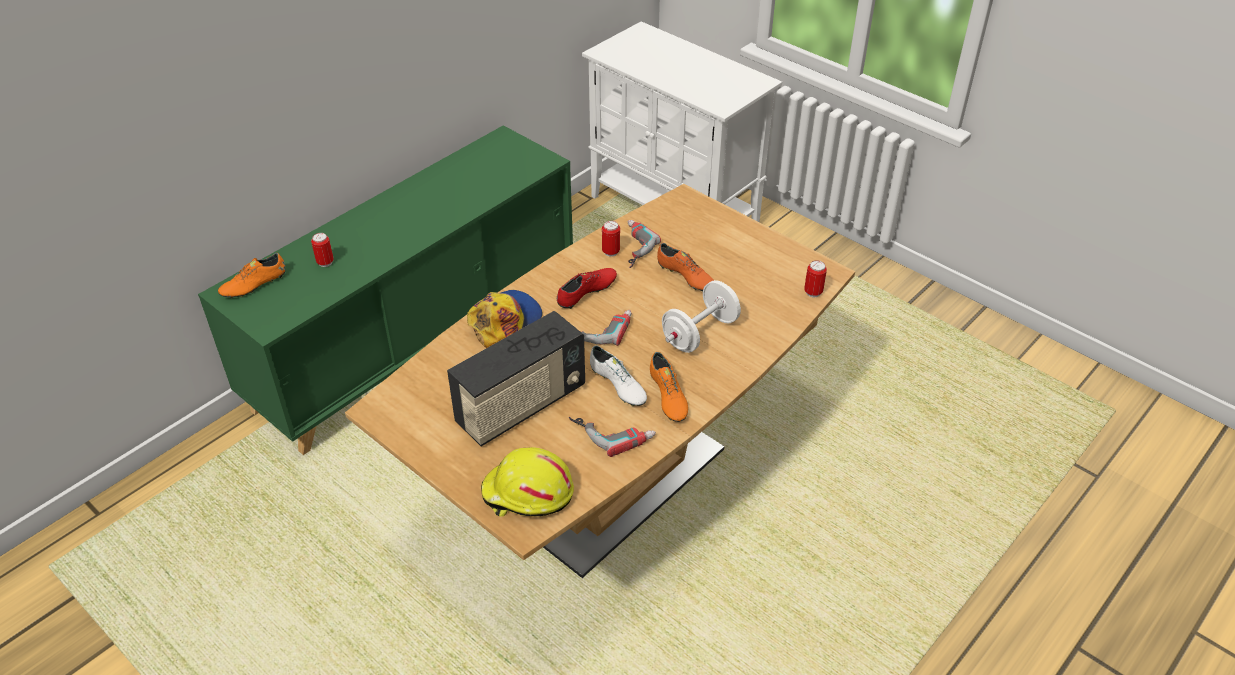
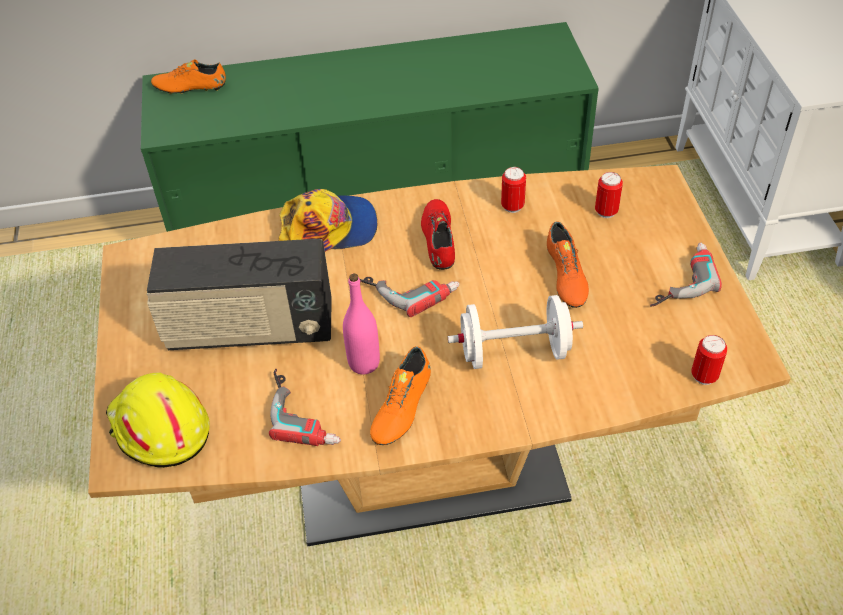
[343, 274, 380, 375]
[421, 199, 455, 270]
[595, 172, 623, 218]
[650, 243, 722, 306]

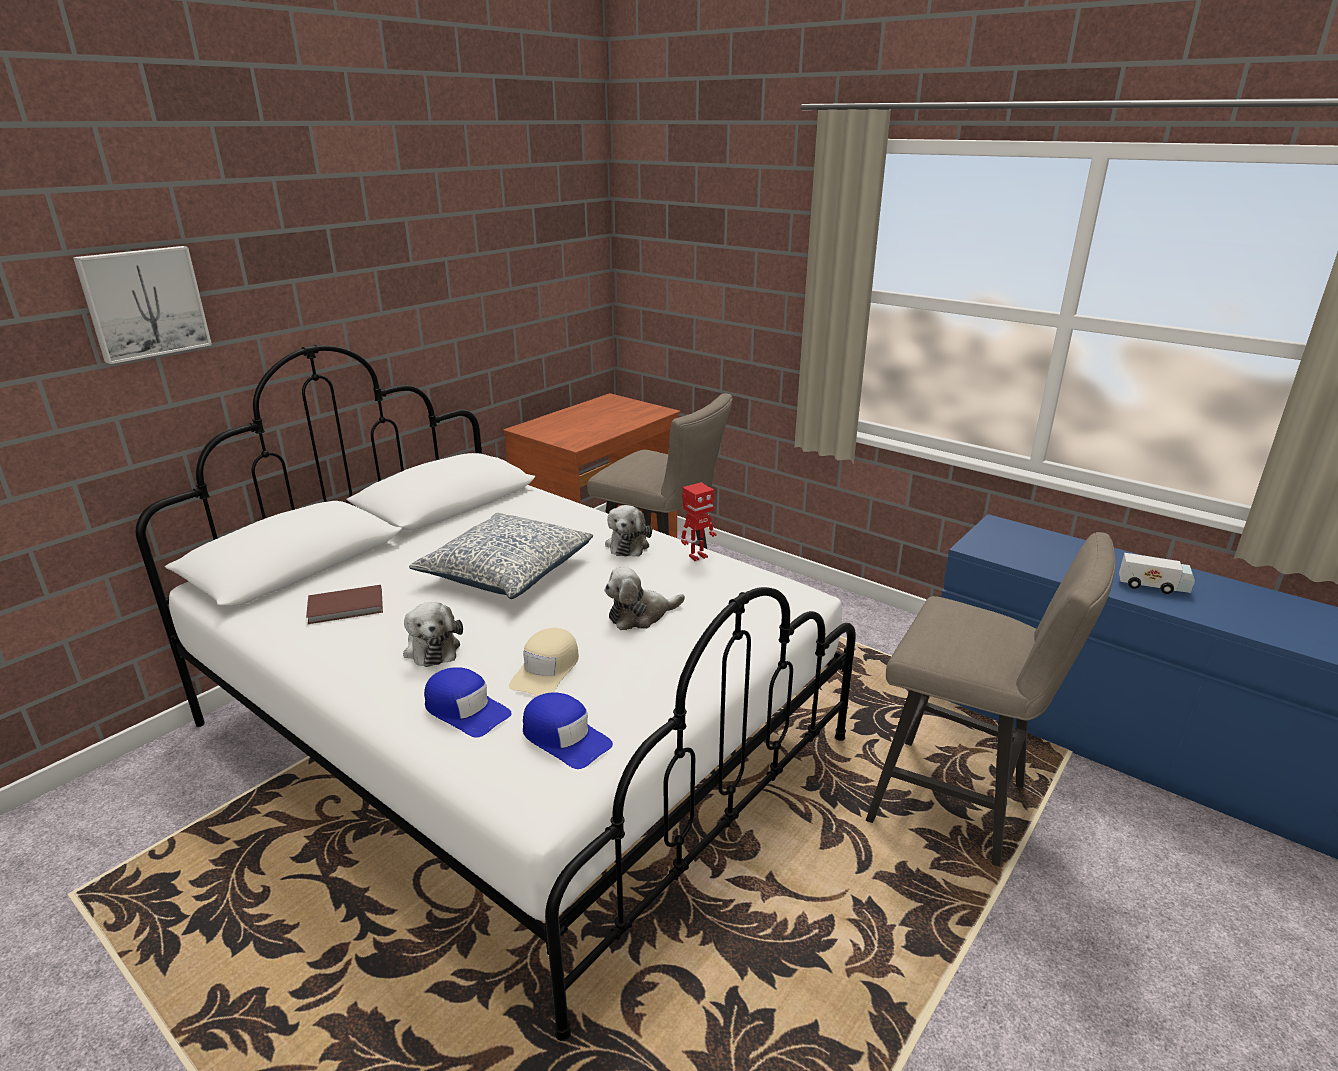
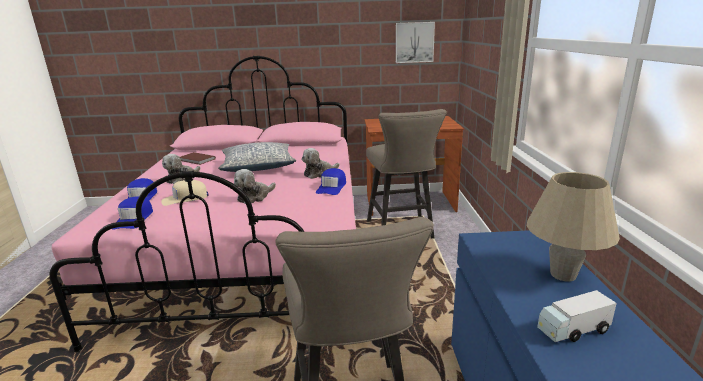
[49, 56, 356, 352]
[234, 169, 276, 204]
[316, 168, 346, 195]
[396, 22, 435, 63]
[527, 172, 620, 282]
[537, 290, 617, 342]

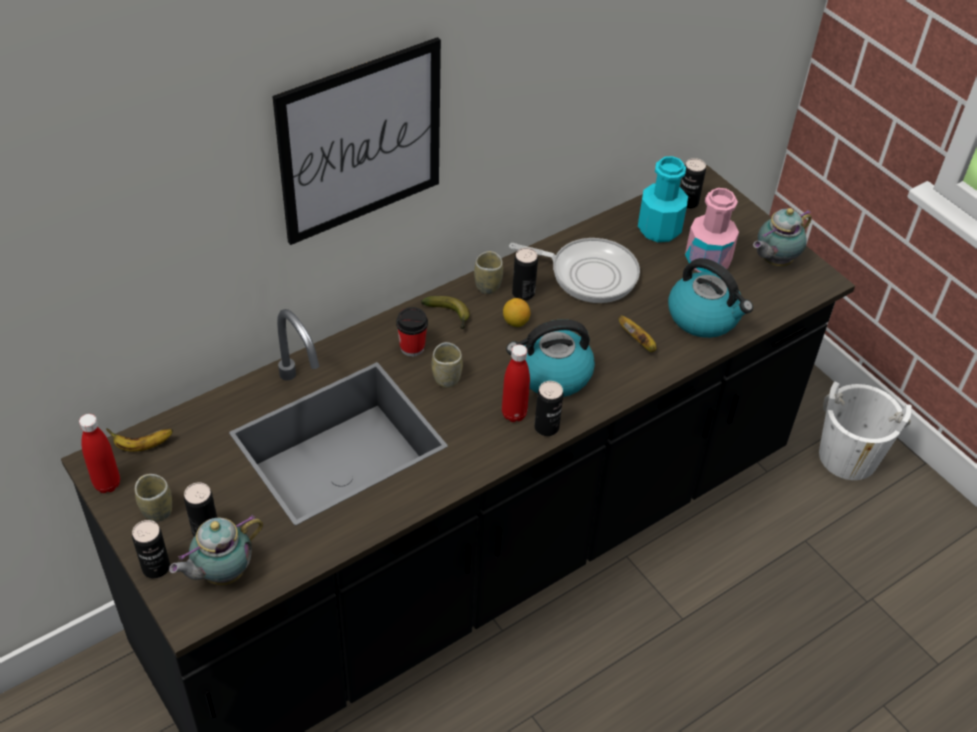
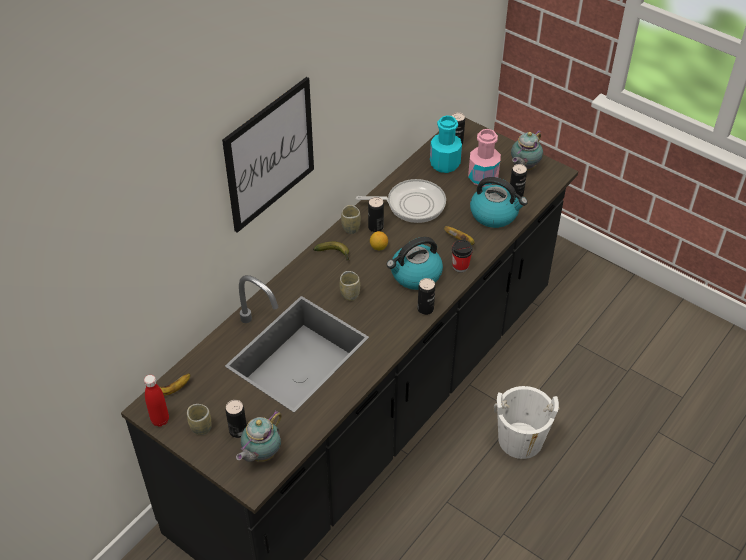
[452, 240, 473, 273]
[494, 386, 560, 459]
[510, 164, 527, 197]
[502, 345, 530, 422] (first image)

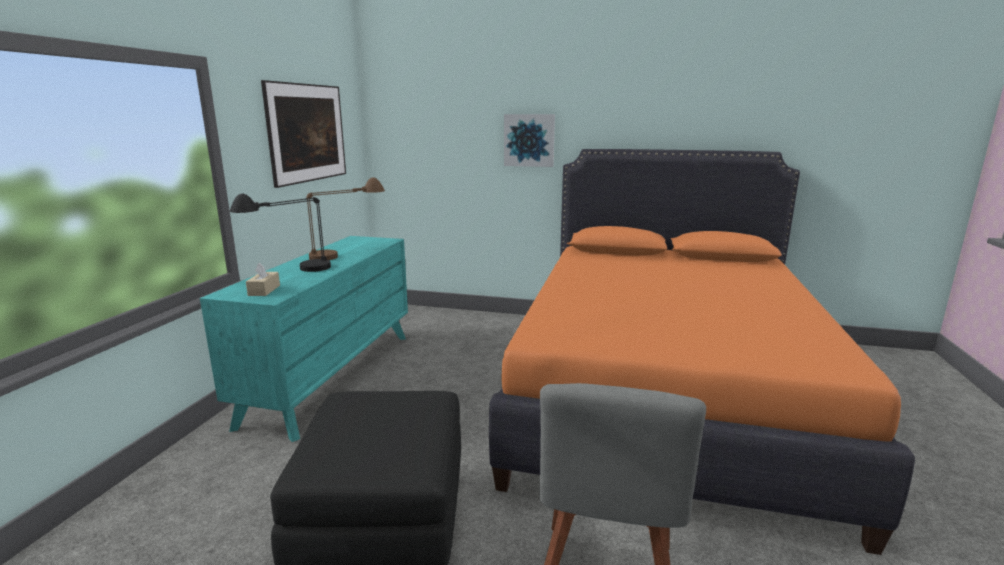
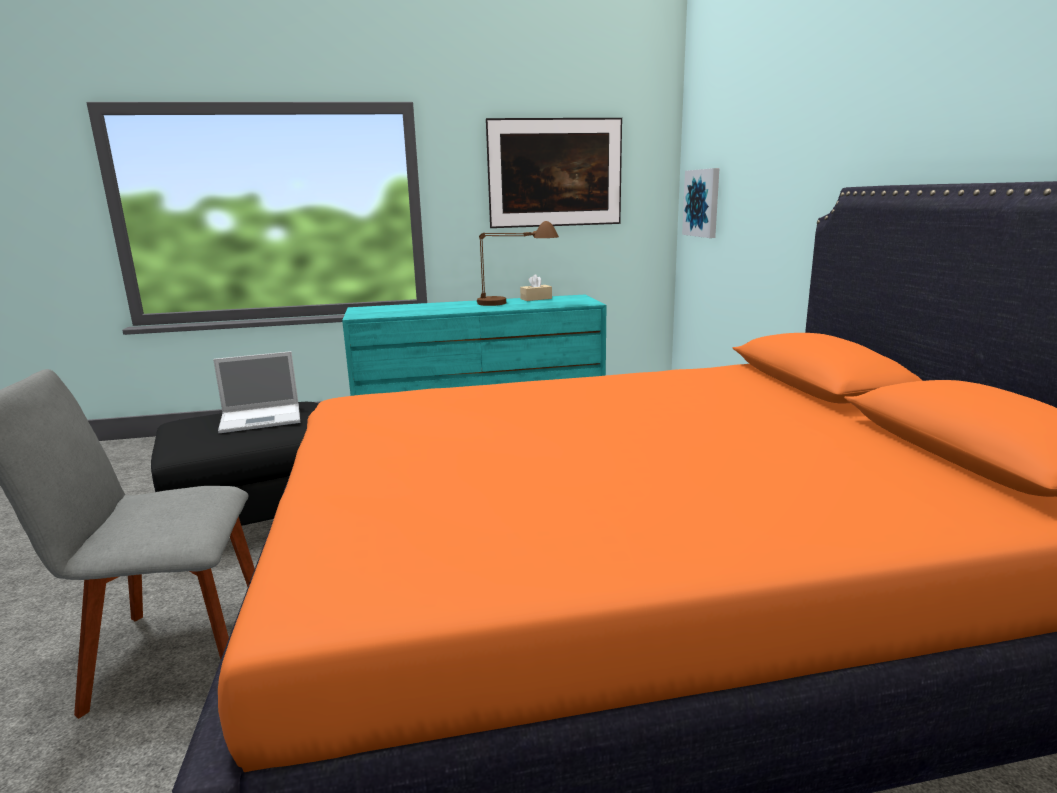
[213, 351, 300, 433]
[520, 274, 552, 301]
[682, 168, 719, 238]
[230, 194, 331, 272] (first image)

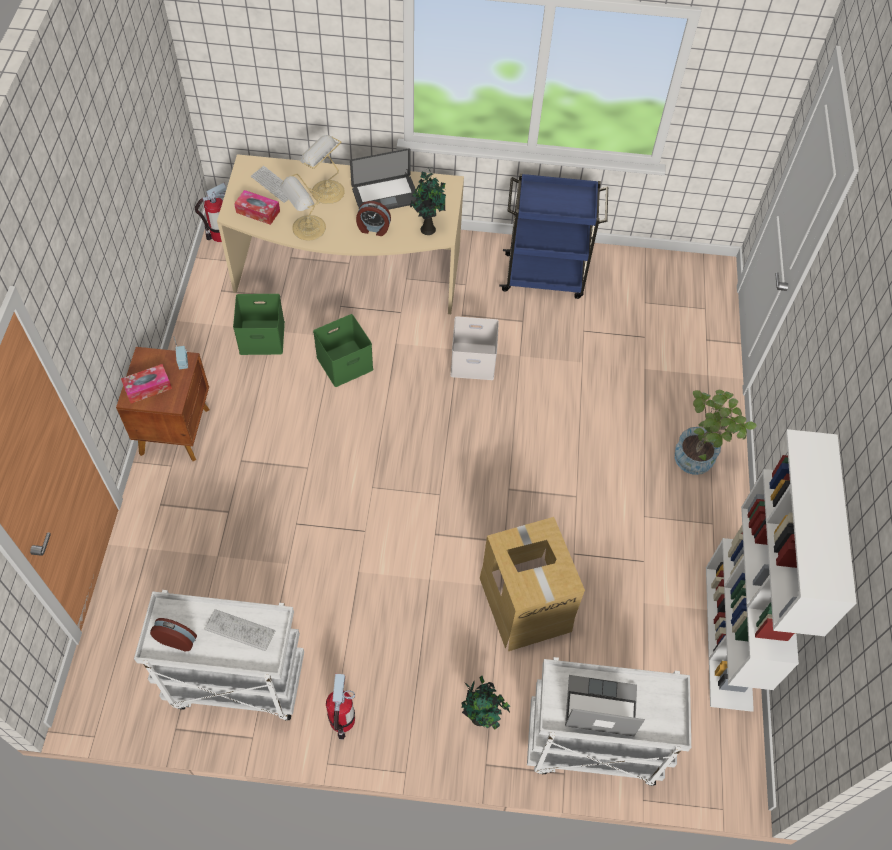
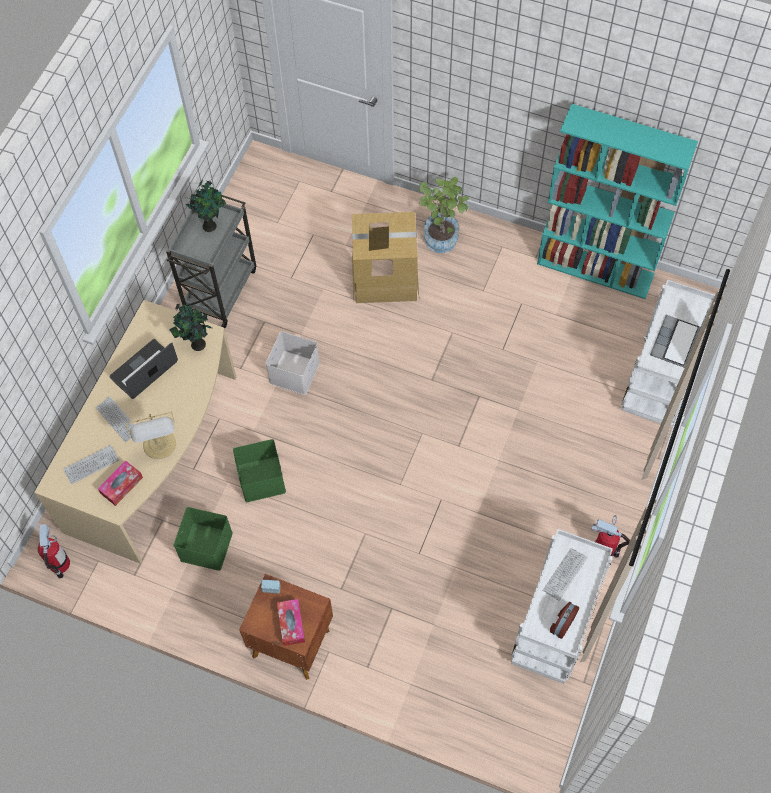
[96, 396, 134, 443]
[109, 339, 178, 399]
[166, 195, 256, 328]
[184, 180, 226, 232]
[352, 212, 419, 303]
[537, 104, 698, 299]
[356, 201, 391, 236] (first image)

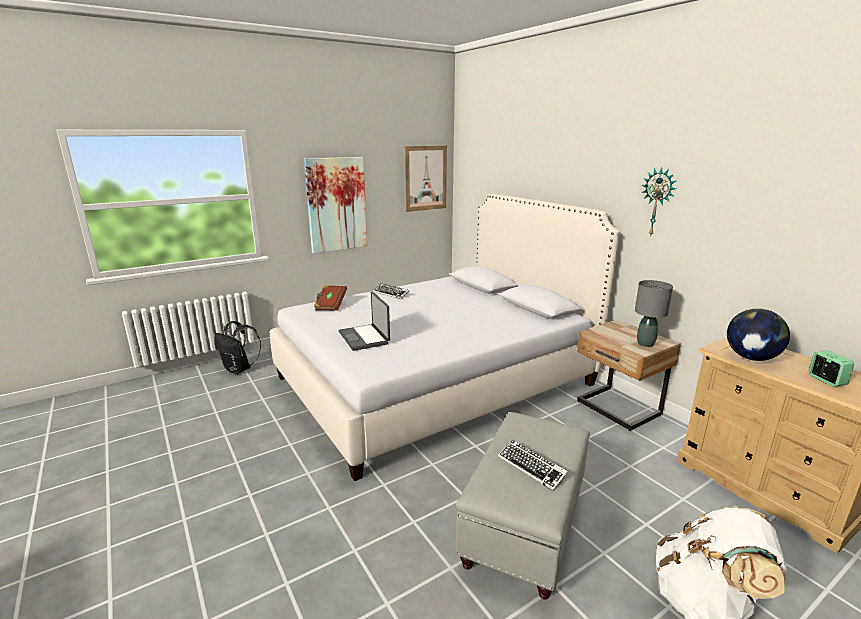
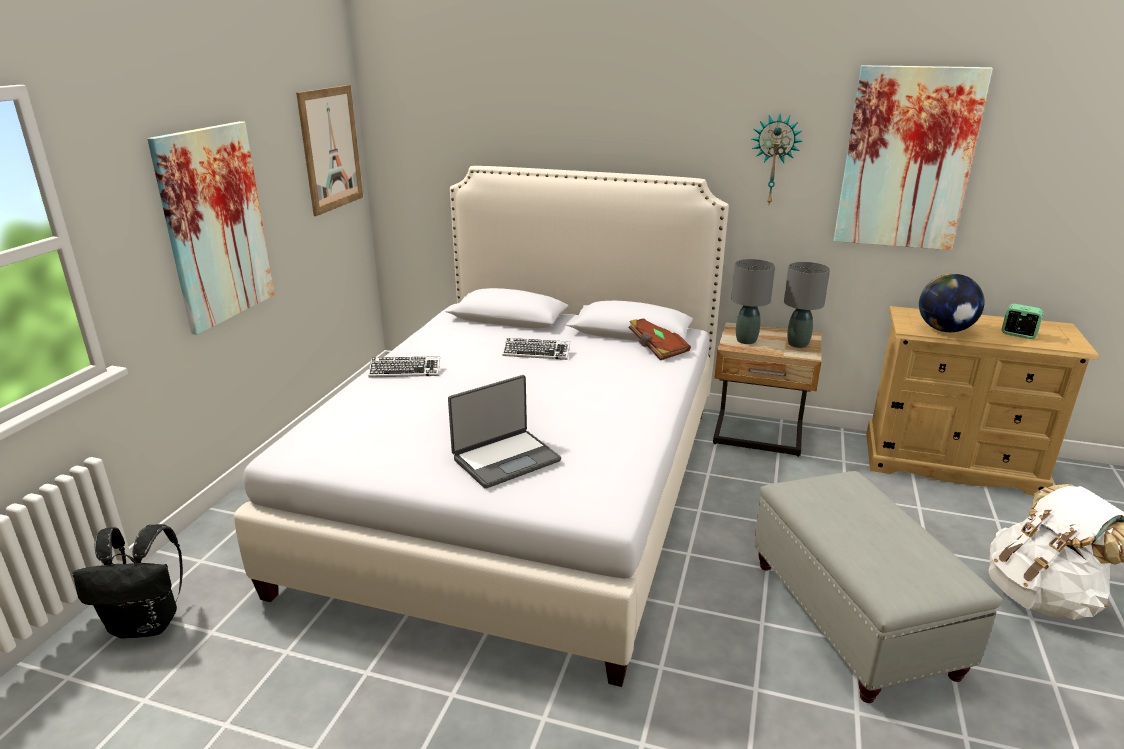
[448, 375, 561, 489]
[503, 338, 570, 360]
[629, 318, 691, 360]
[731, 259, 775, 344]
[834, 65, 993, 250]

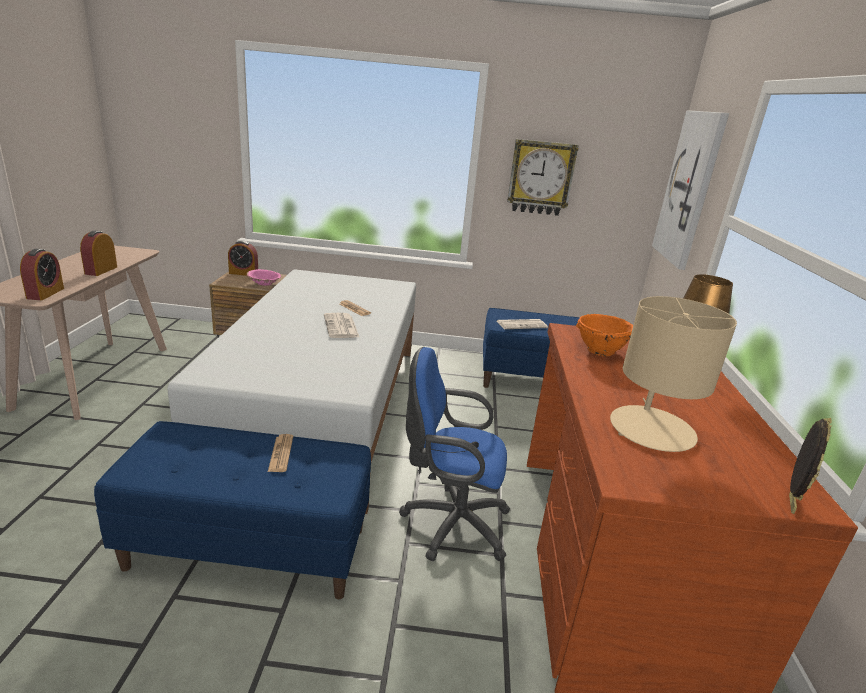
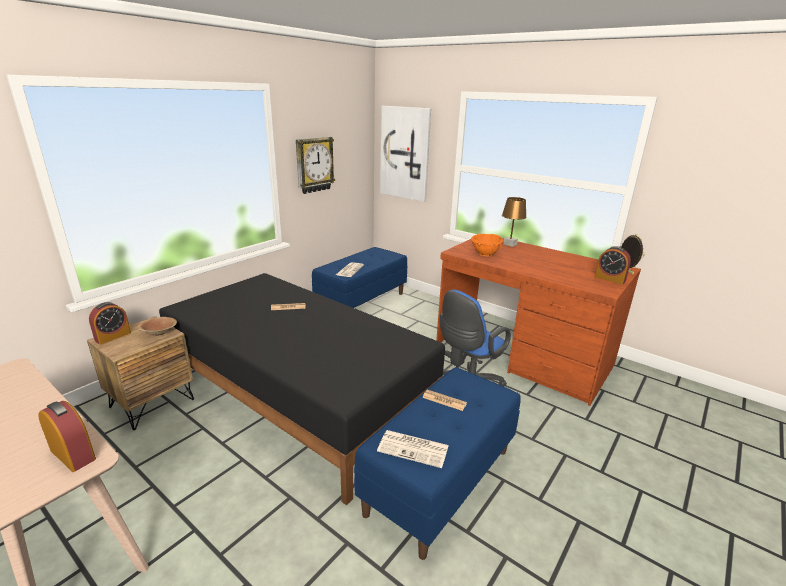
[138, 317, 177, 336]
[159, 273, 445, 506]
[377, 430, 449, 468]
[595, 246, 631, 285]
[610, 296, 737, 452] (first image)

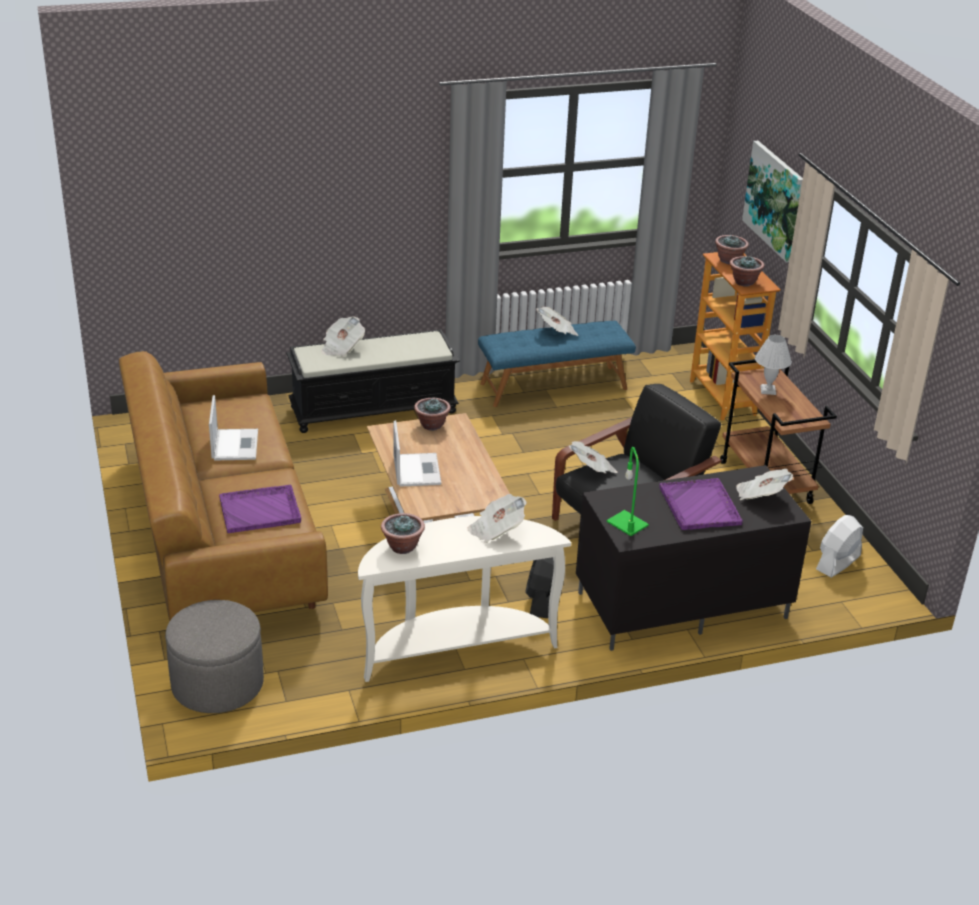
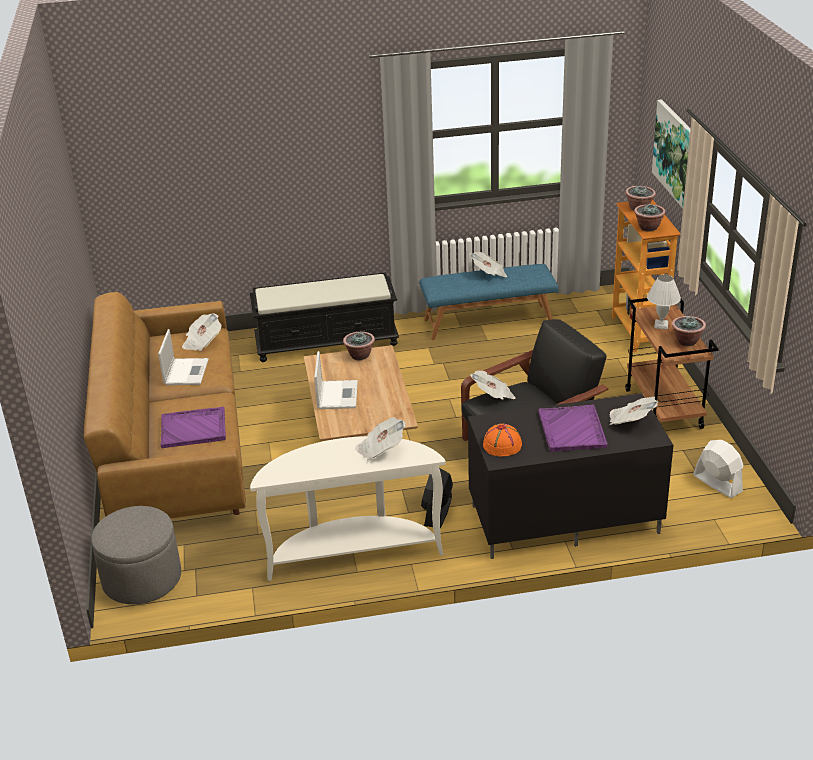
[182, 313, 222, 351]
[483, 423, 522, 456]
[672, 316, 706, 346]
[693, 440, 743, 498]

